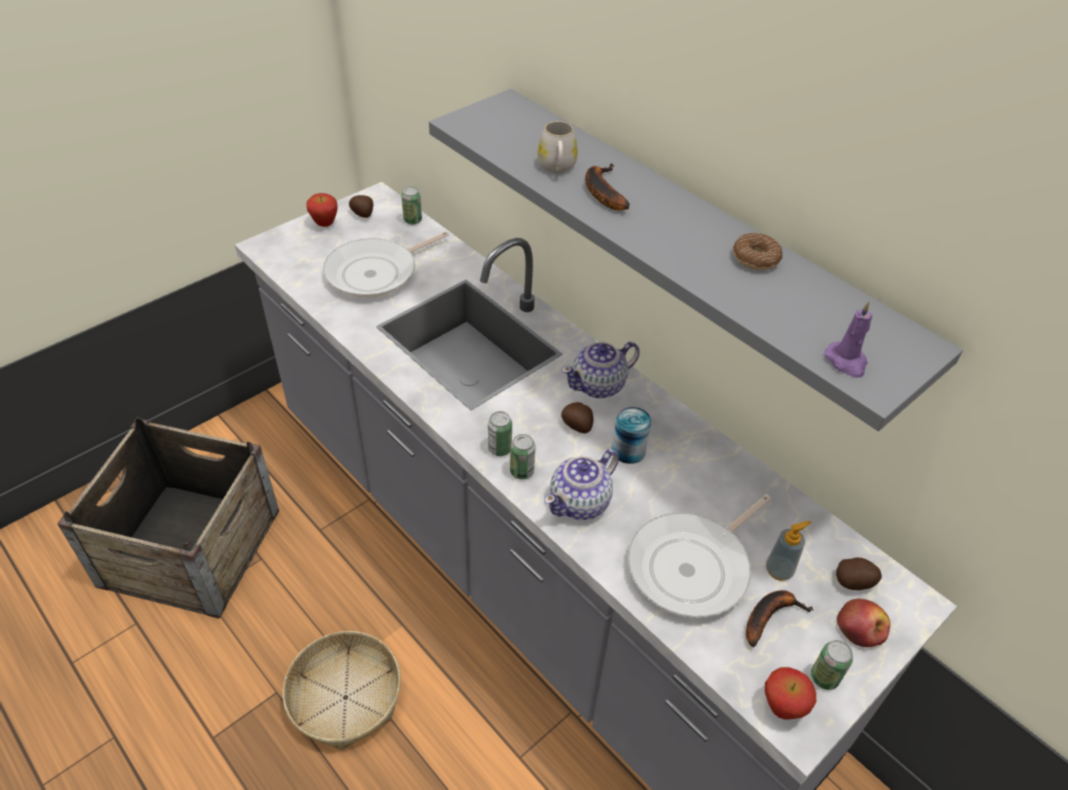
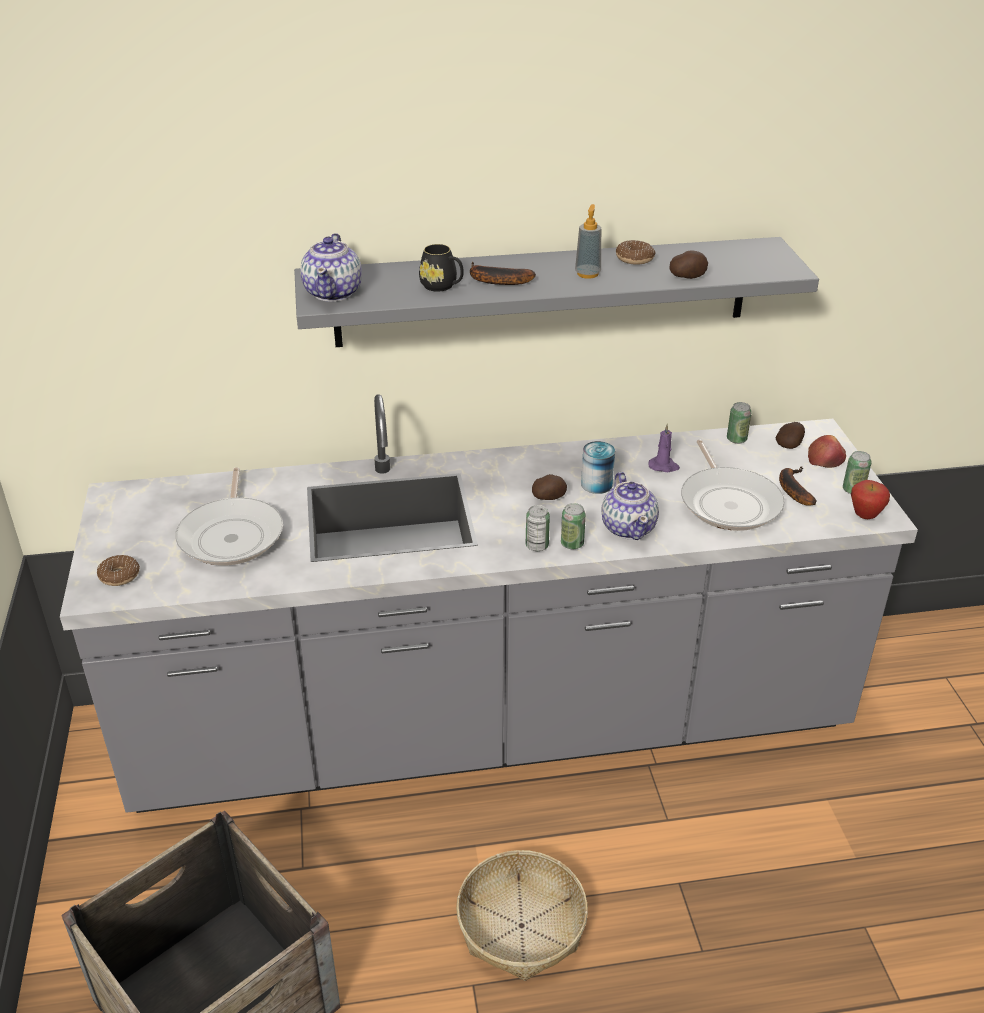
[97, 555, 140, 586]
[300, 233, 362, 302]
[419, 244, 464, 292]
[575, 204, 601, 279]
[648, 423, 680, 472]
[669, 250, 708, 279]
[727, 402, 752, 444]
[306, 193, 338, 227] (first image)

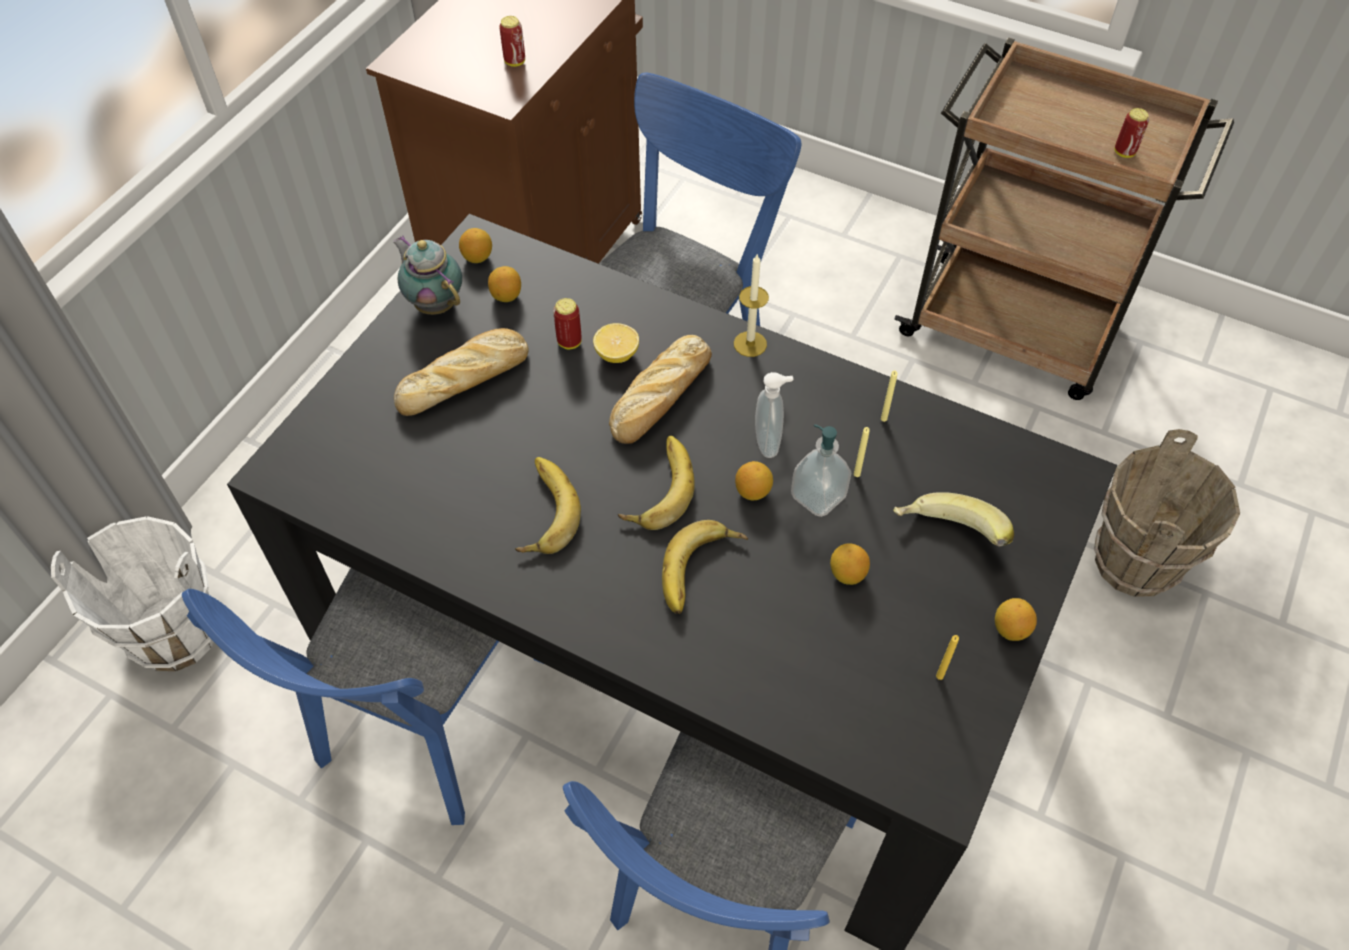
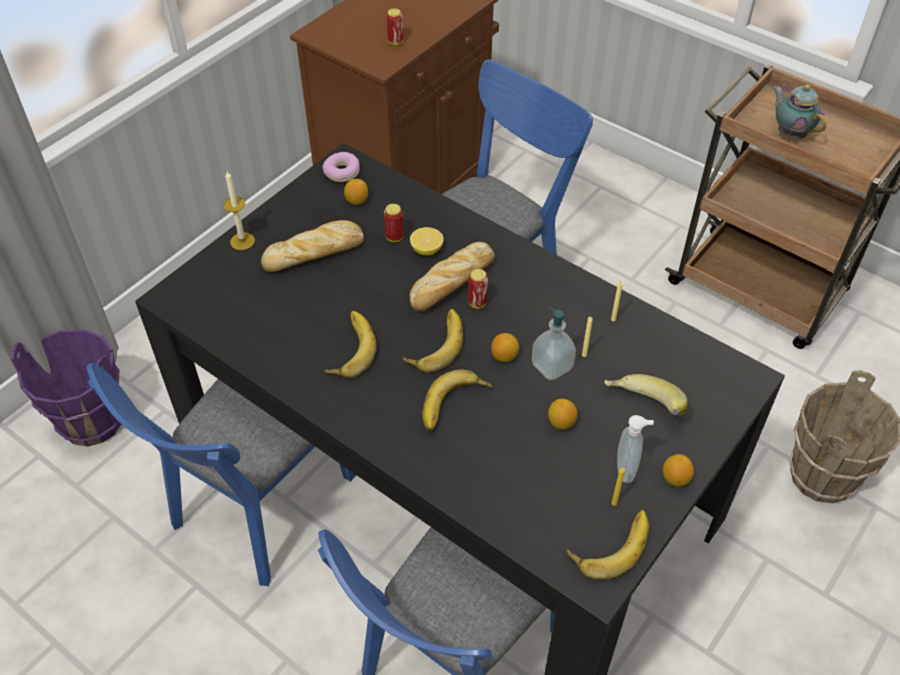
[11, 329, 121, 446]
[223, 171, 255, 250]
[322, 152, 360, 182]
[468, 269, 488, 309]
[566, 510, 649, 579]
[617, 415, 654, 483]
[773, 84, 826, 139]

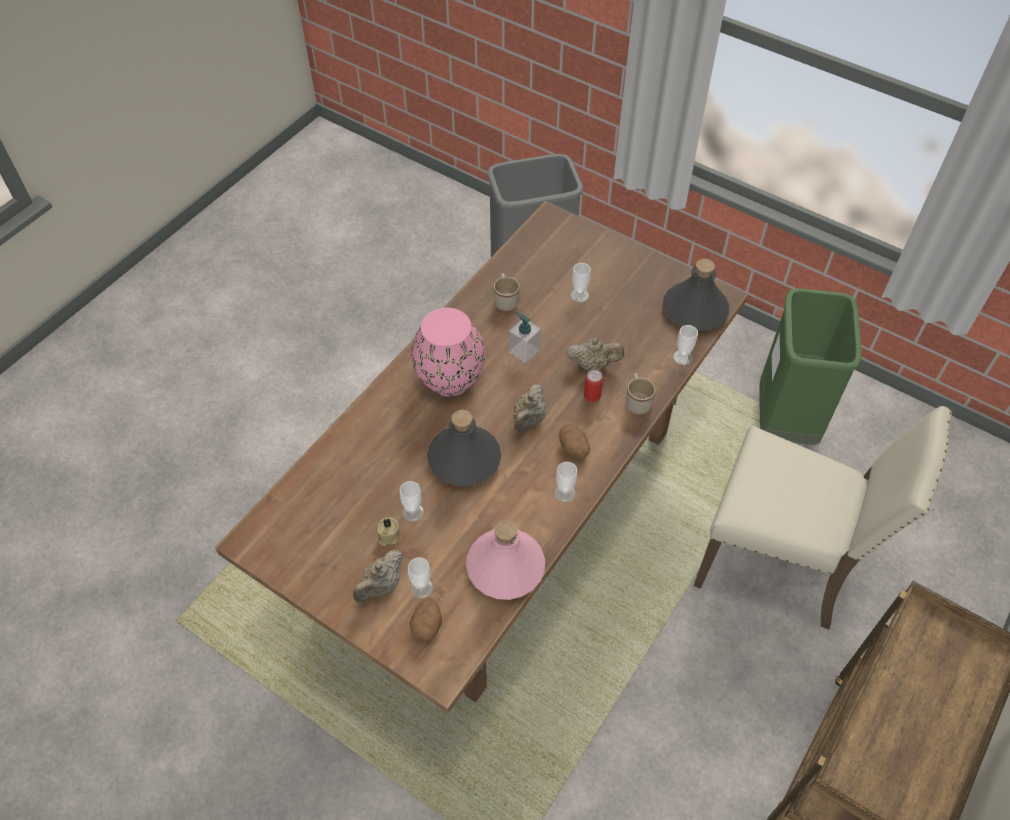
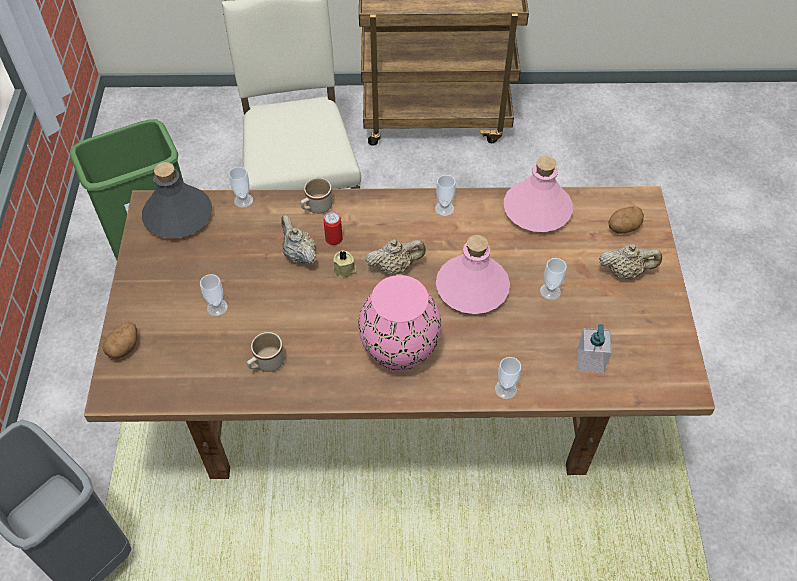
[103, 322, 137, 359]
[333, 250, 357, 279]
[436, 235, 510, 314]
[495, 357, 521, 399]
[577, 324, 612, 373]

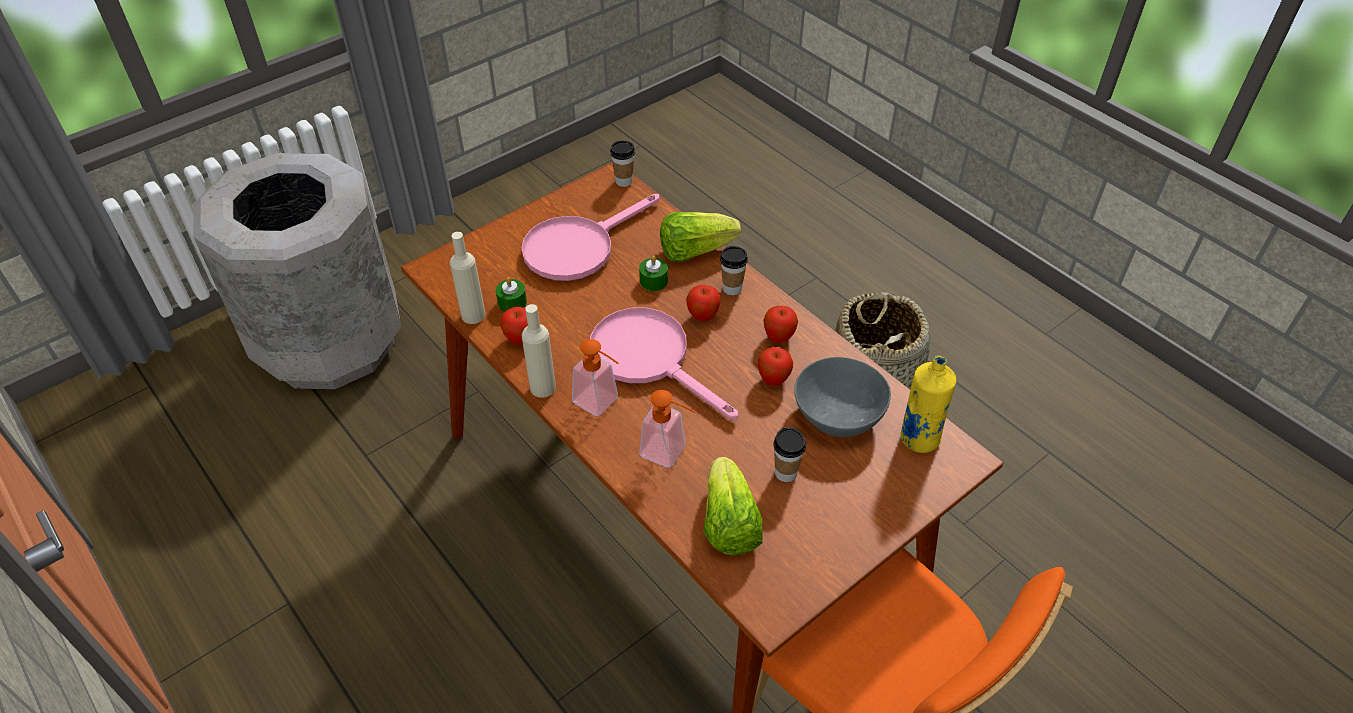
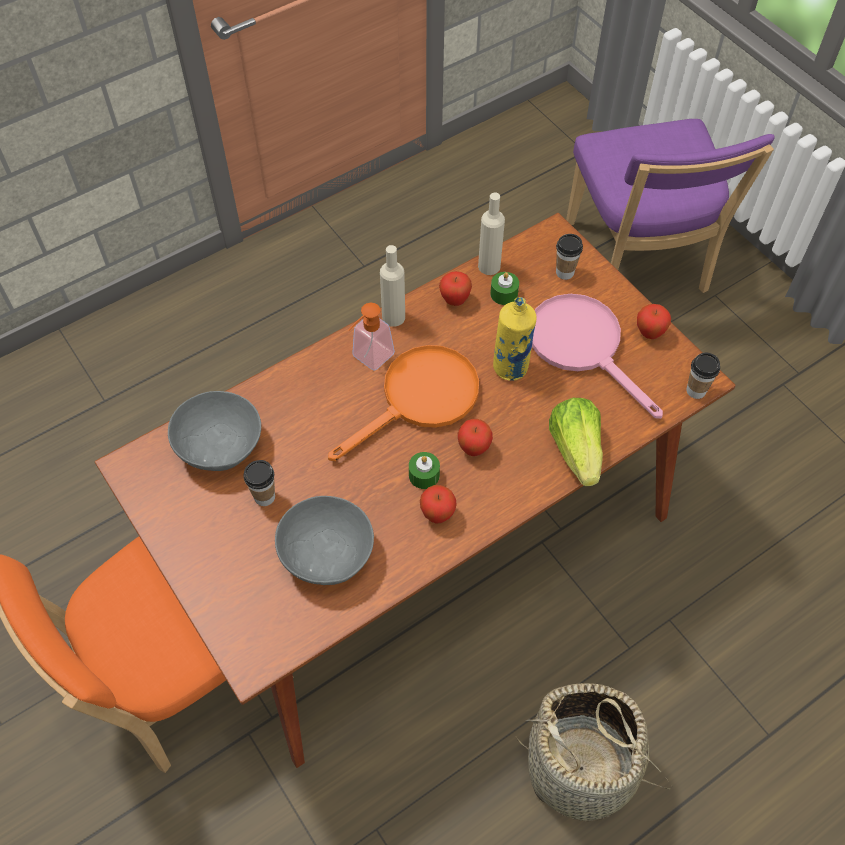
[168, 391, 261, 471]
[328, 345, 479, 461]
[409, 452, 440, 489]
[493, 297, 537, 381]
[556, 234, 583, 280]
[566, 119, 775, 293]
[637, 304, 671, 339]
[639, 390, 696, 468] (first image)

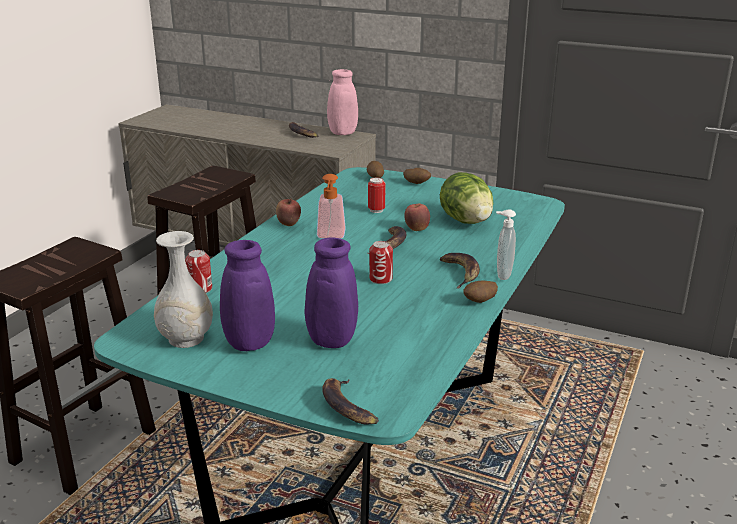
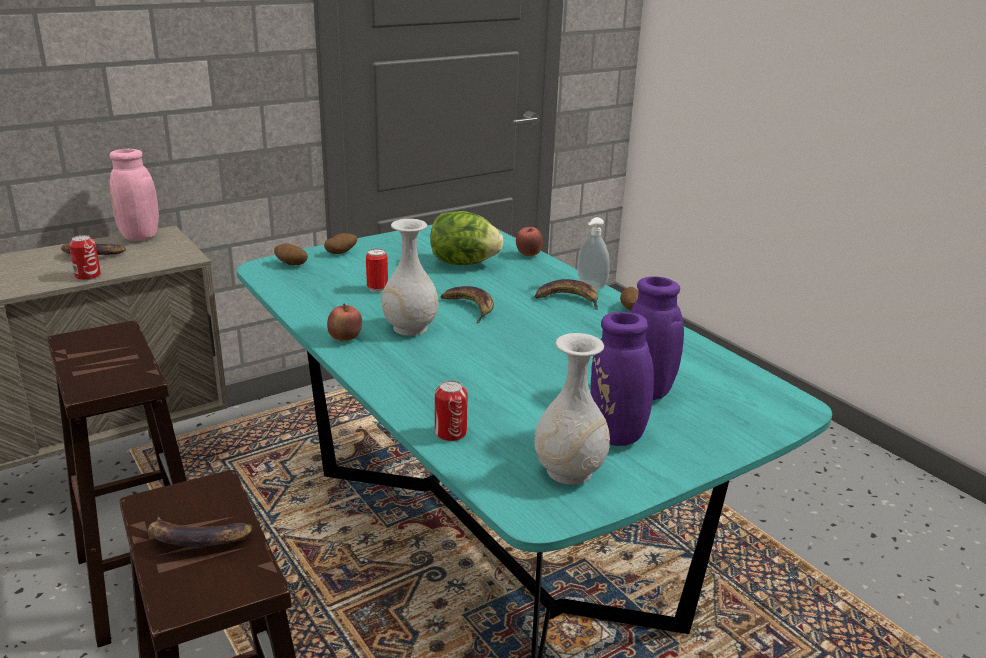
[69, 235, 101, 280]
[148, 517, 253, 547]
[382, 219, 439, 336]
[516, 227, 543, 256]

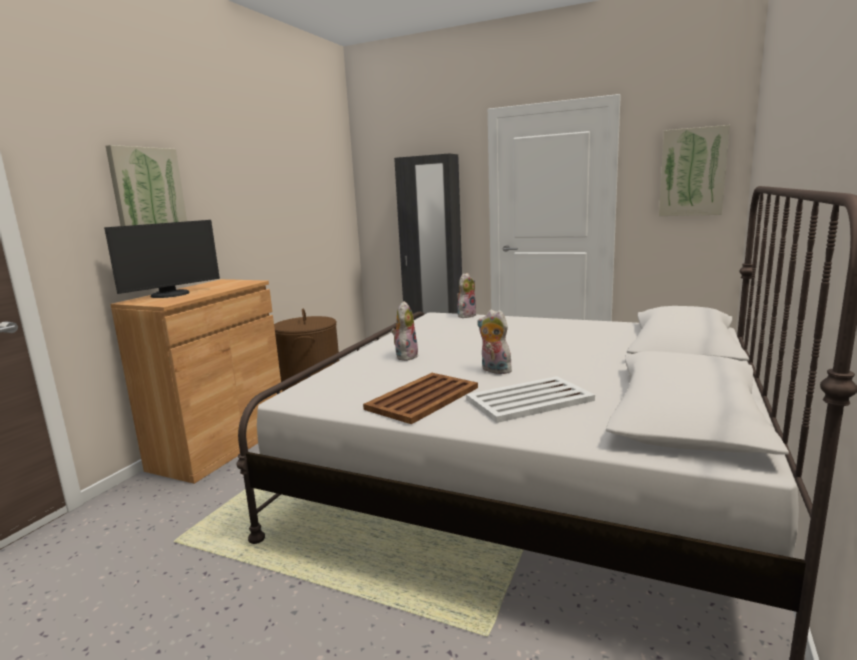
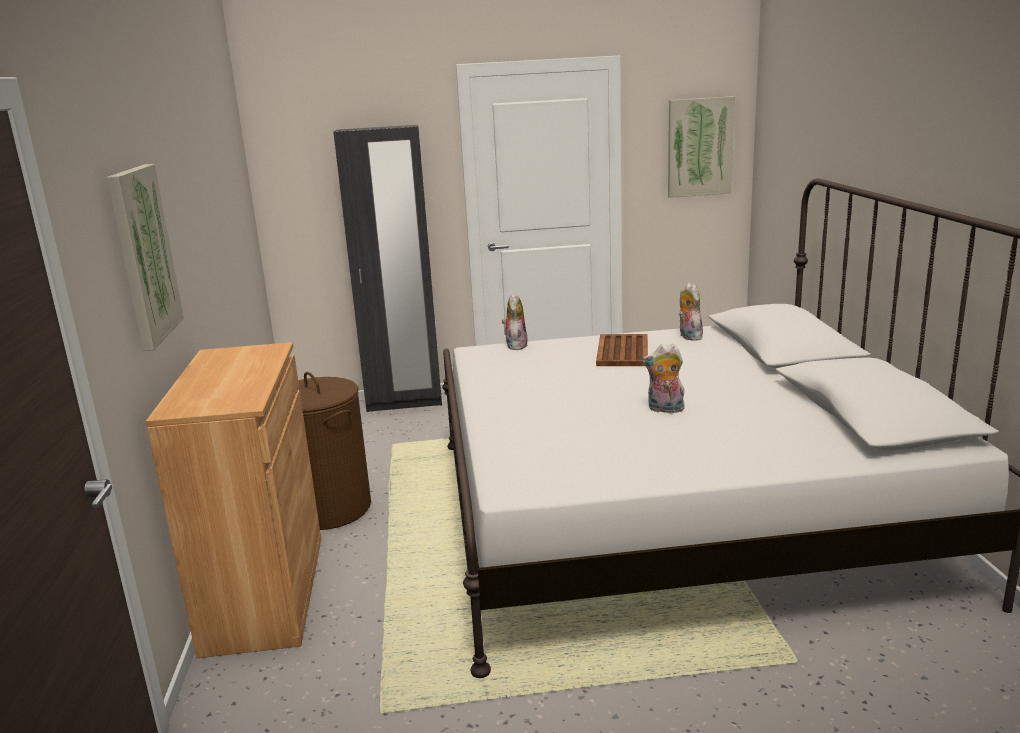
[596, 334, 648, 366]
[678, 283, 703, 341]
[104, 220, 220, 298] (first image)
[466, 376, 595, 423] (first image)

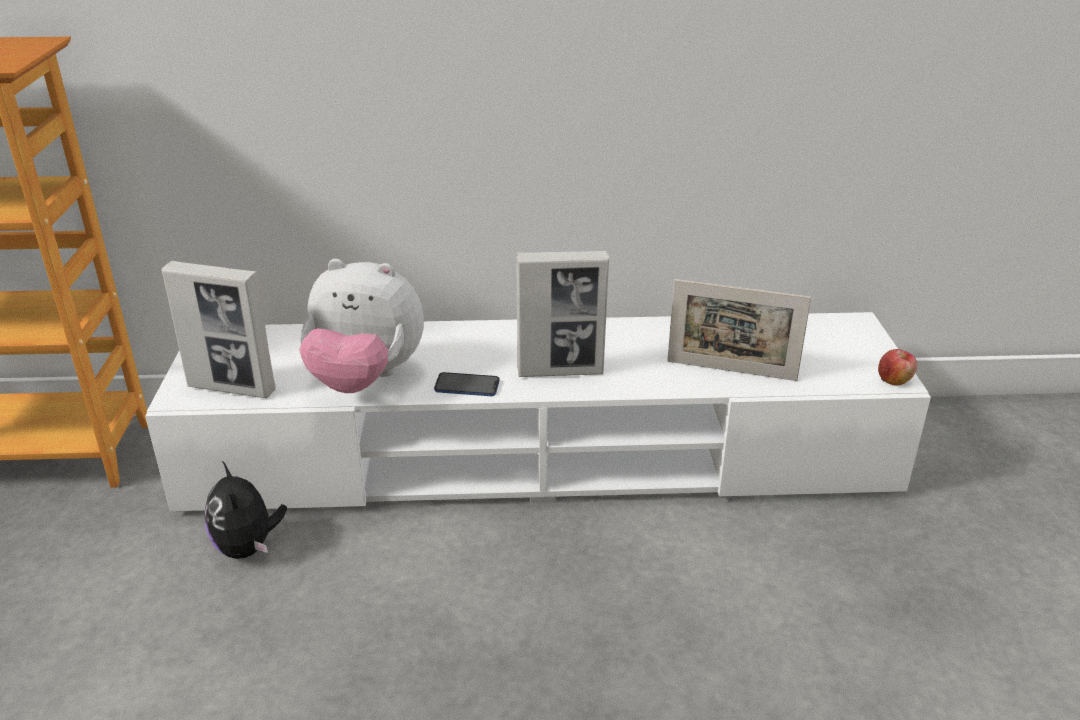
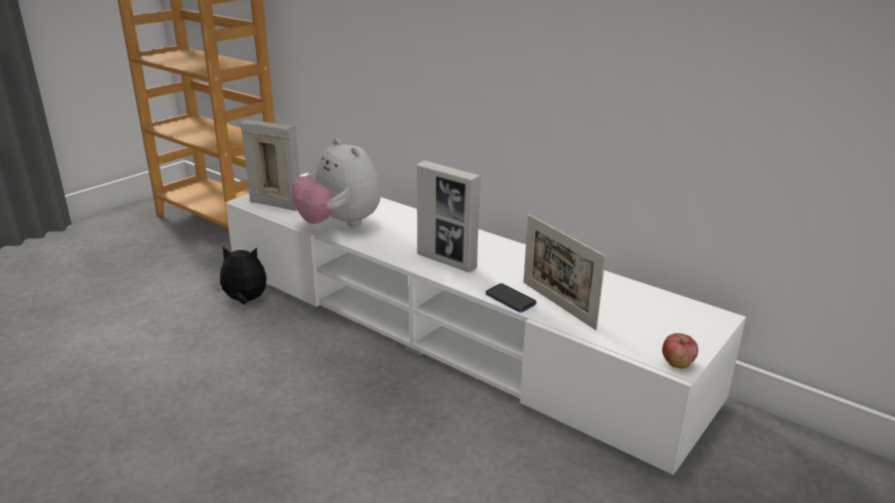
[212, 247, 267, 304]
[240, 119, 300, 211]
[486, 283, 536, 313]

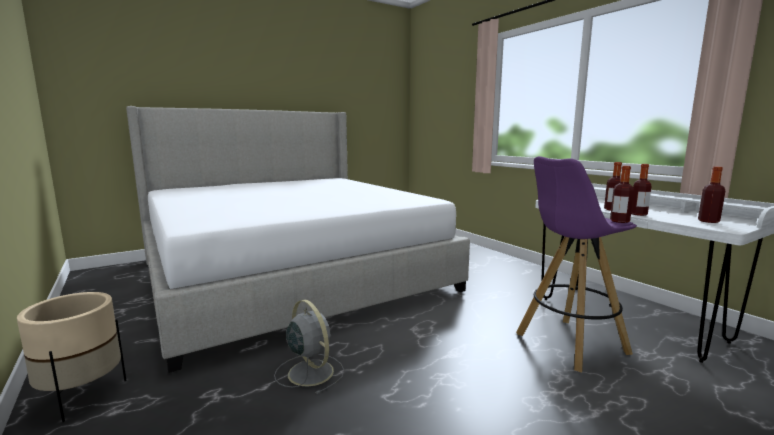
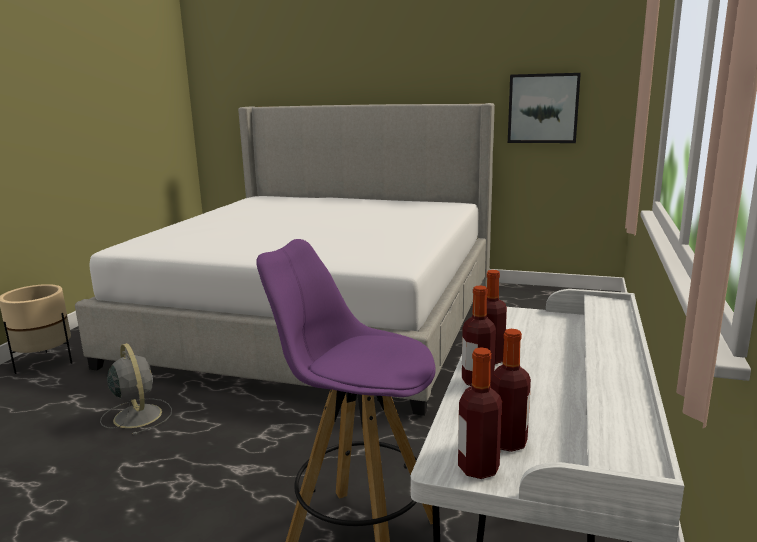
[100, 343, 172, 435]
[458, 347, 502, 479]
[508, 73, 581, 143]

